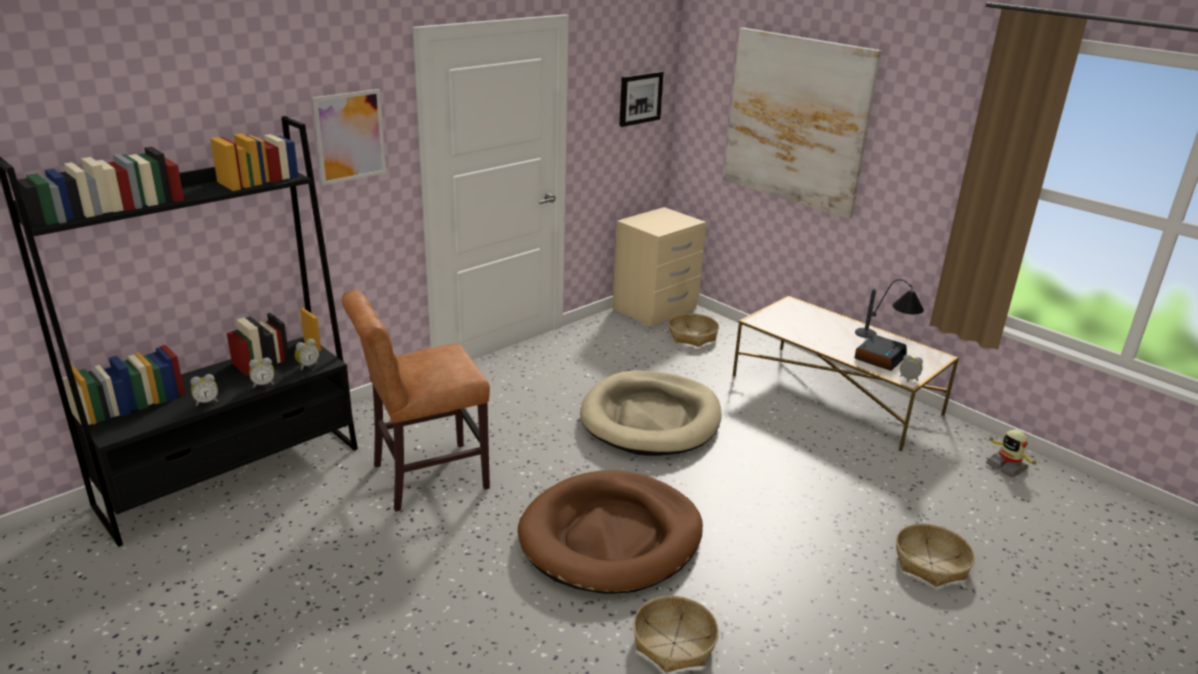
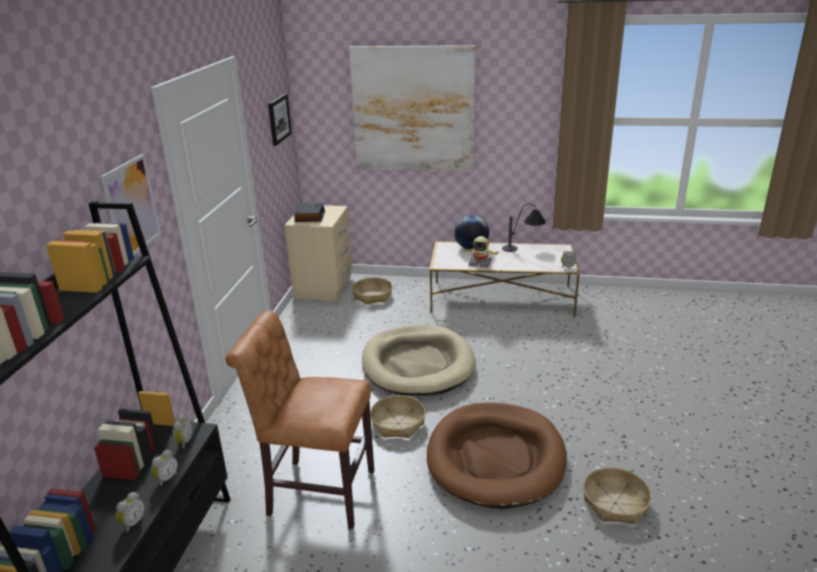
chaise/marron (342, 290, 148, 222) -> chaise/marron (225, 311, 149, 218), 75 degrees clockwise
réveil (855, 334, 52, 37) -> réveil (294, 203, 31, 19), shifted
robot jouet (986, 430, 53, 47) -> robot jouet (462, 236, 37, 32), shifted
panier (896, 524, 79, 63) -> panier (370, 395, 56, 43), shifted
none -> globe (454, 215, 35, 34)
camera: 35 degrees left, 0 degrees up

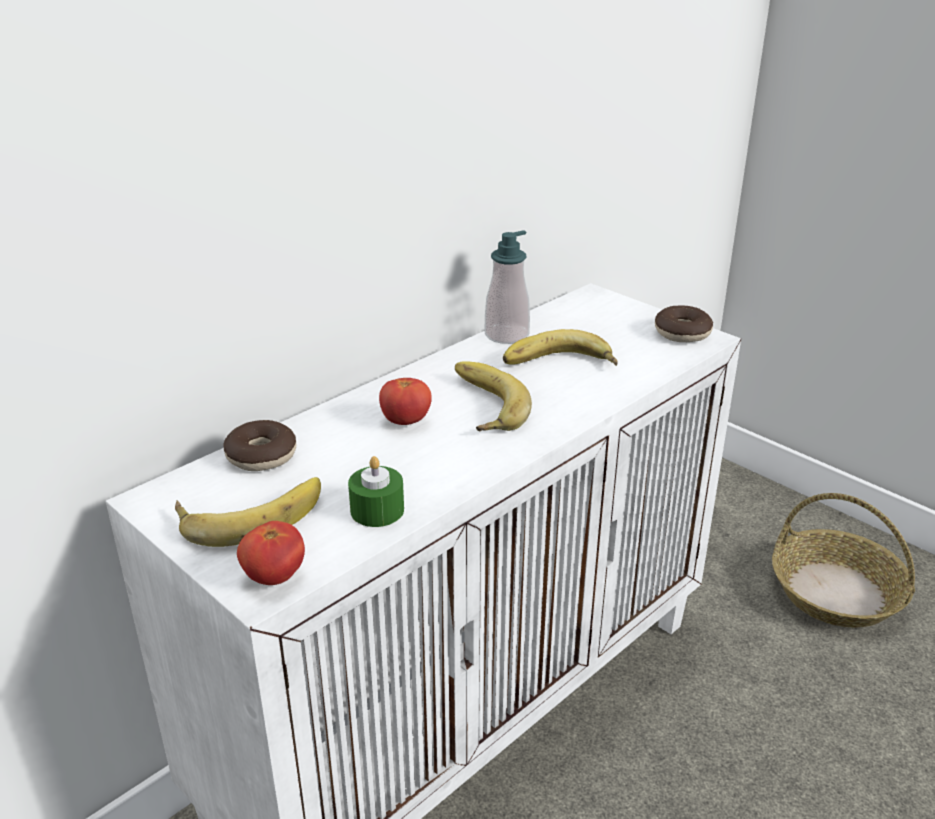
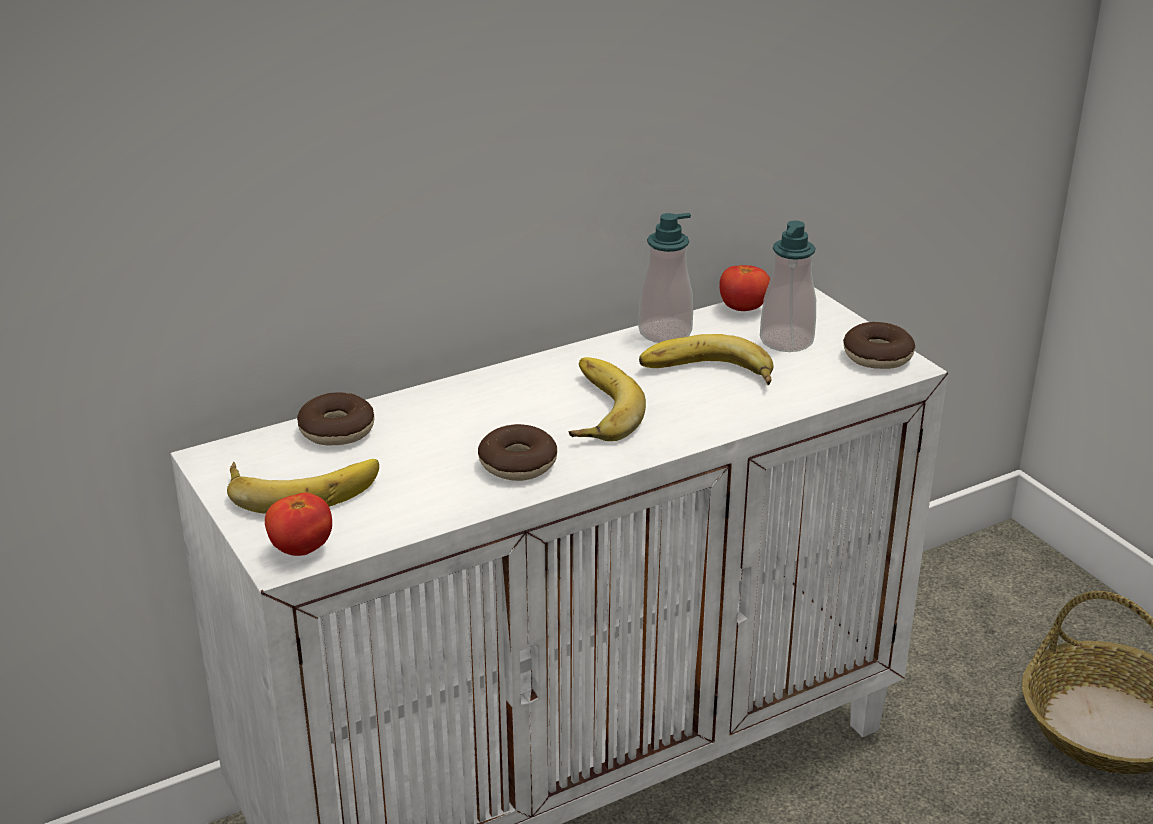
tomate (379, 378, 53, 47) -> tomate (719, 265, 51, 46), shifted
bougie/vert (348, 456, 56, 71) -> none
none -> distributeur de savon (760, 221, 56, 131)
none -> beignet (478, 424, 79, 57)
camera: 15 degrees right, 0 degrees up

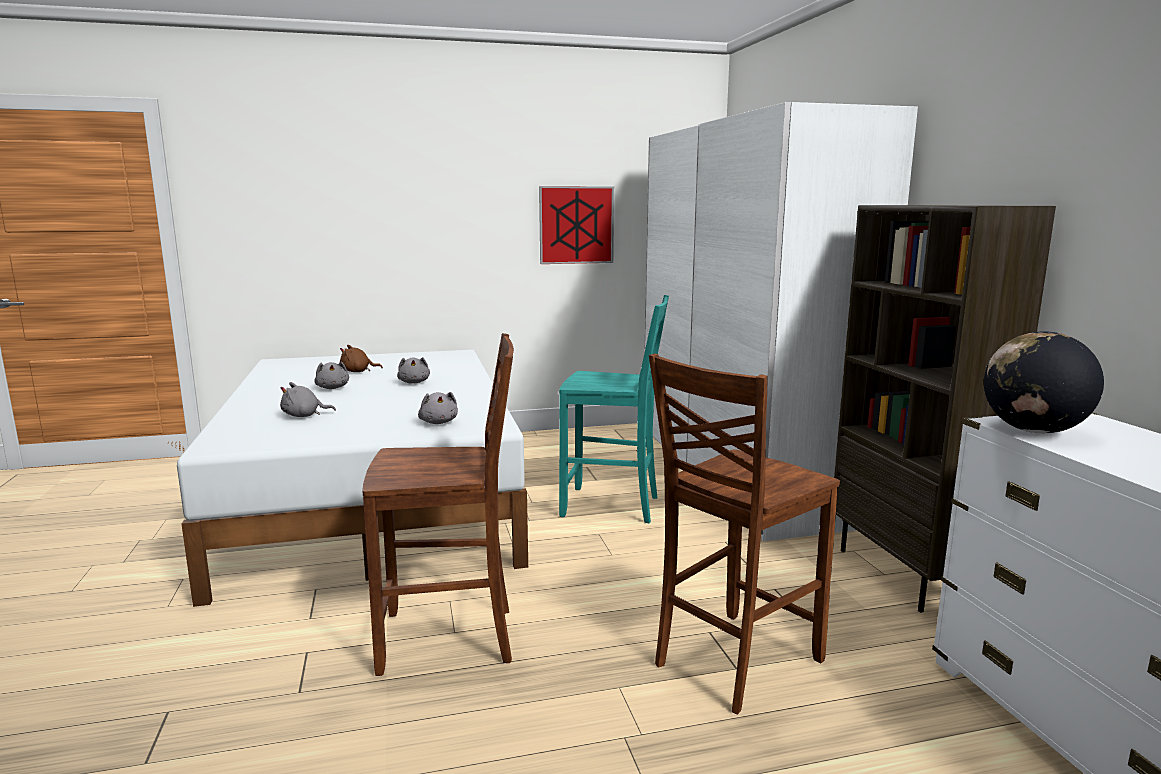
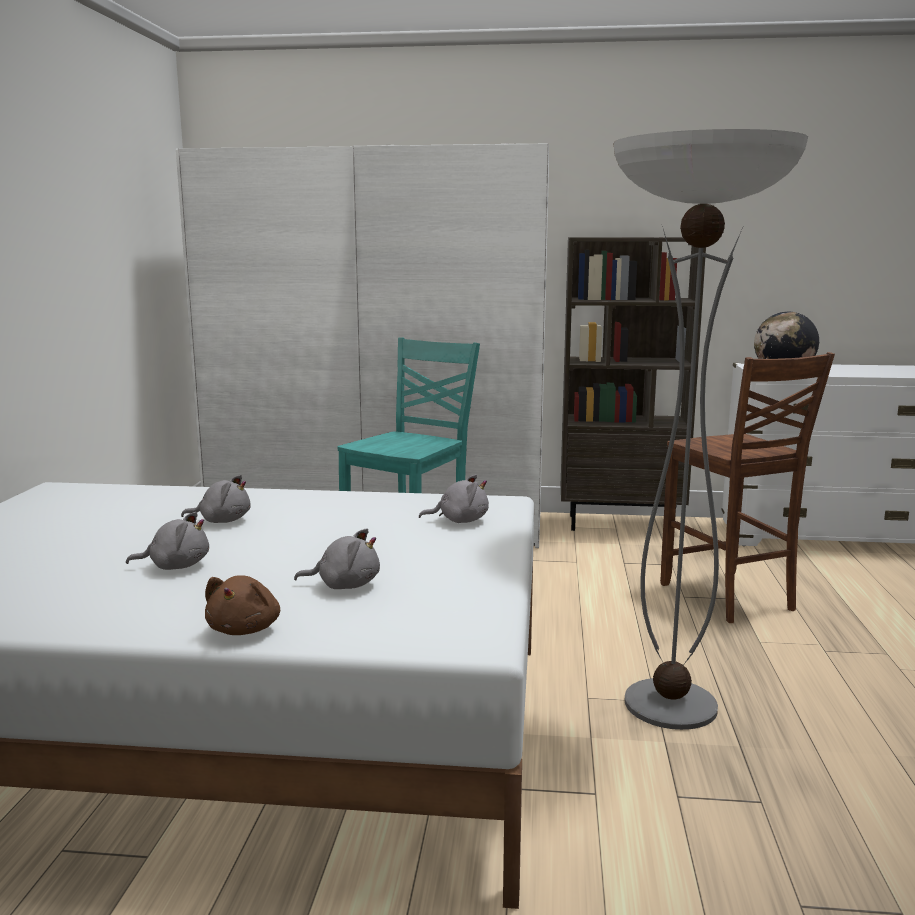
tableau (539, 186, 75, 78) -> none
chaise/marron (362, 333, 152, 343) -> lampadaire (613, 129, 195, 601)
peluche/marron (340, 345, 43, 27) -> peluche/marron (205, 575, 75, 60), shifted
peluche/gris (280, 382, 56, 35) -> peluche/gris (294, 528, 86, 61), 90 degrees counterclockwise
camera: 70 degrees left, 0 degrees up

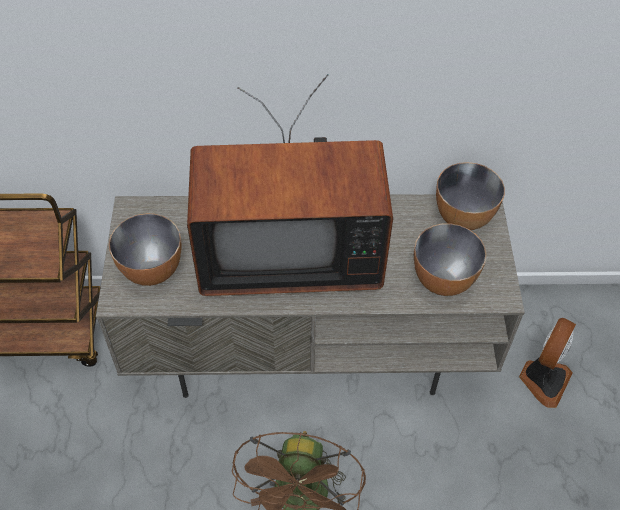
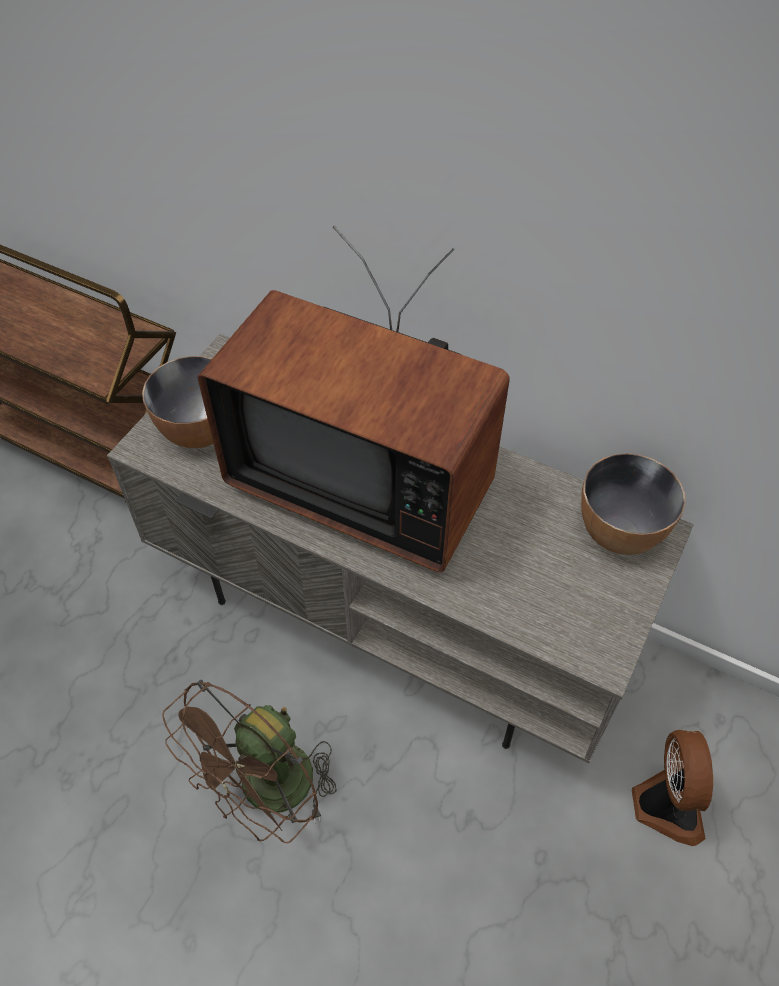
bol (414, 223, 72, 73) -> none
ventilateur (519, 318, 57, 90) -> ventilateur (632, 730, 81, 116), 60 degrees counterclockwise
camera: 30 degrees right, 0 degrees up

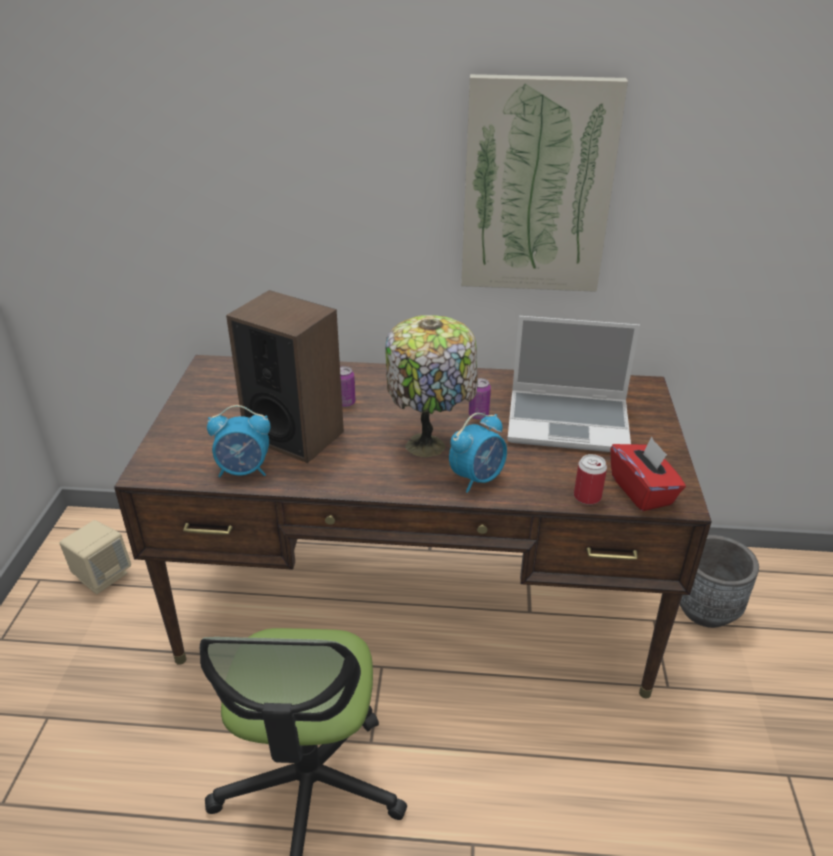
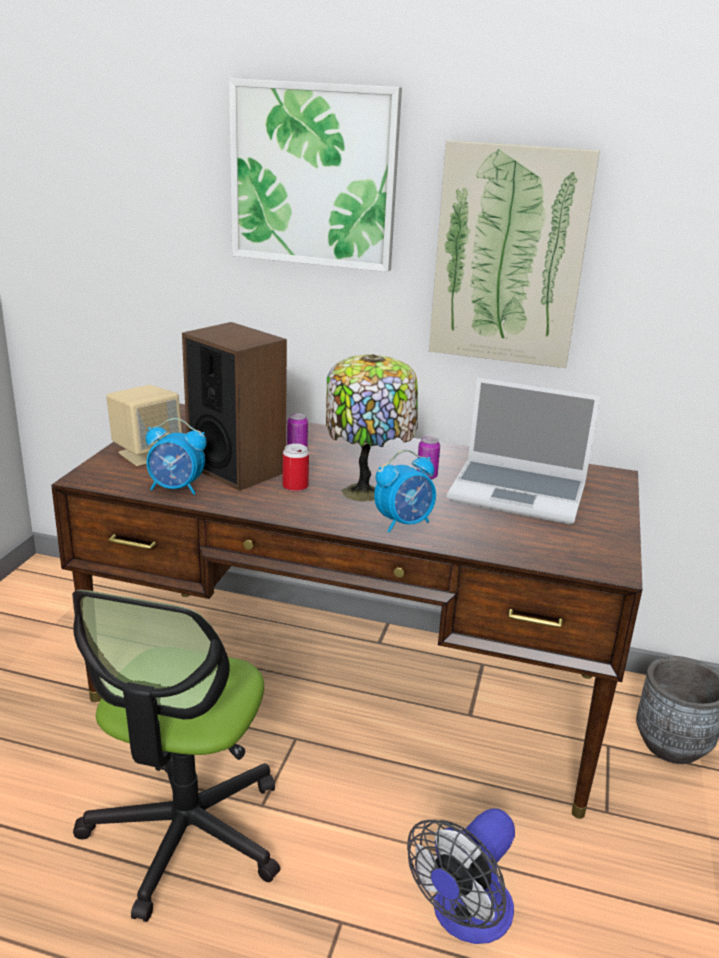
boîte à mouchoirs/rouge (611, 437, 75, 74) -> none
boîte métallique (574, 454, 33, 51) -> boîte métallique (282, 444, 27, 48), shifted
enceinte/beige (59, 520, 72, 74) -> enceinte/beige (106, 385, 76, 81), shifted
none -> tableau (229, 78, 173, 194)
none -> ventilateur (407, 808, 108, 136)
camera: 10 degrees right, 10 degrees down

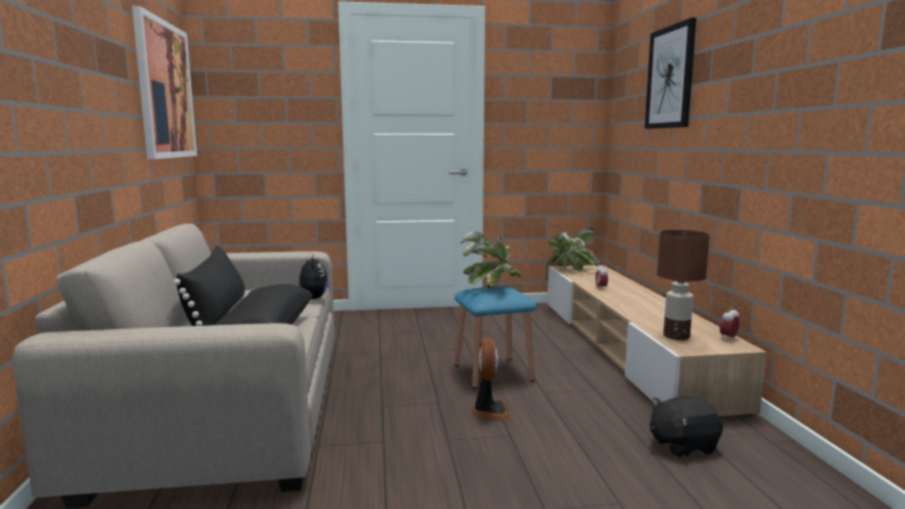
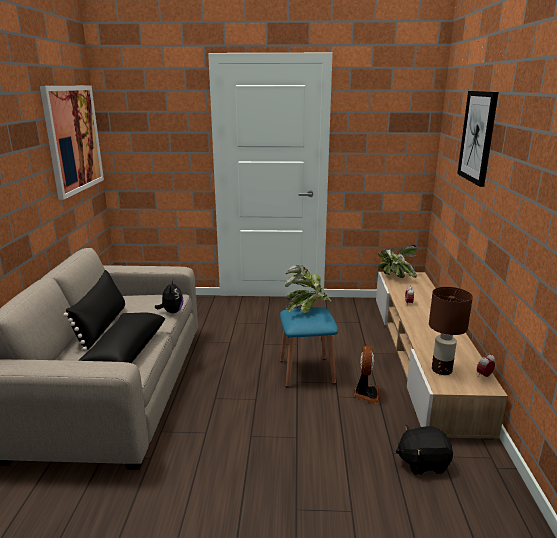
ventilateur (472, 338, 38, 83) -> ventilateur (354, 346, 26, 58), shifted
camera: 10 degrees right, 10 degrees up

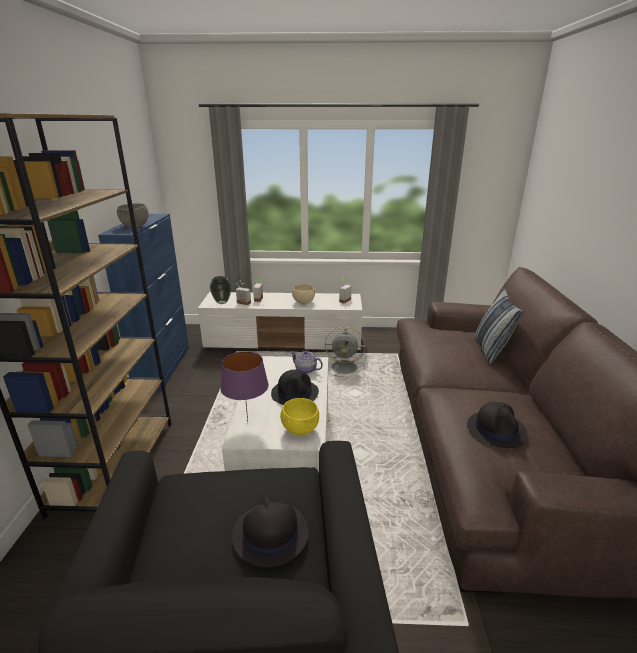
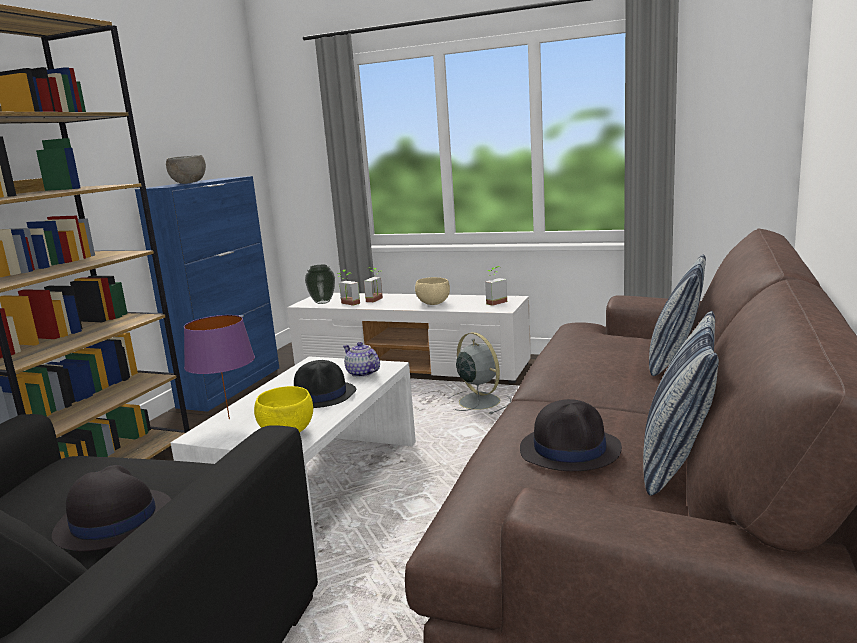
ventilateur/gris (325, 326, 40, 51) -> ventilateur/gris (448, 332, 63, 82), 150 degrees counterclockwise
none -> coussin (643, 311, 76, 185)
camera: 20 degrees right, 10 degrees down

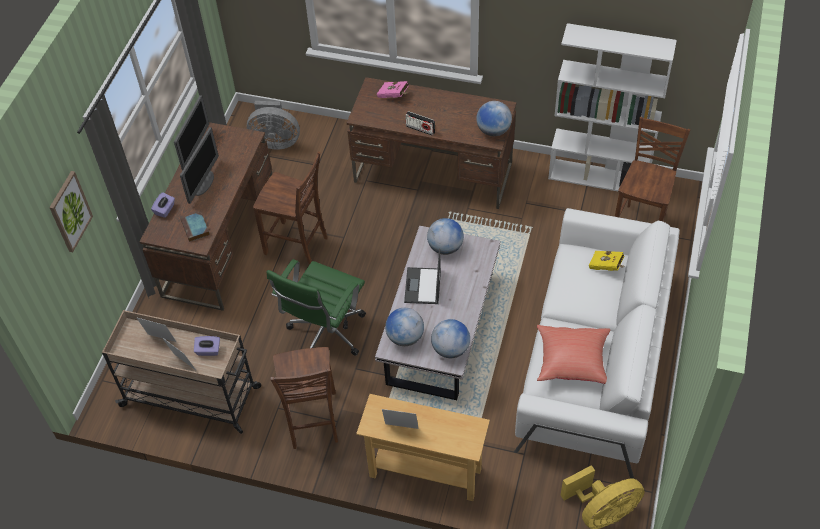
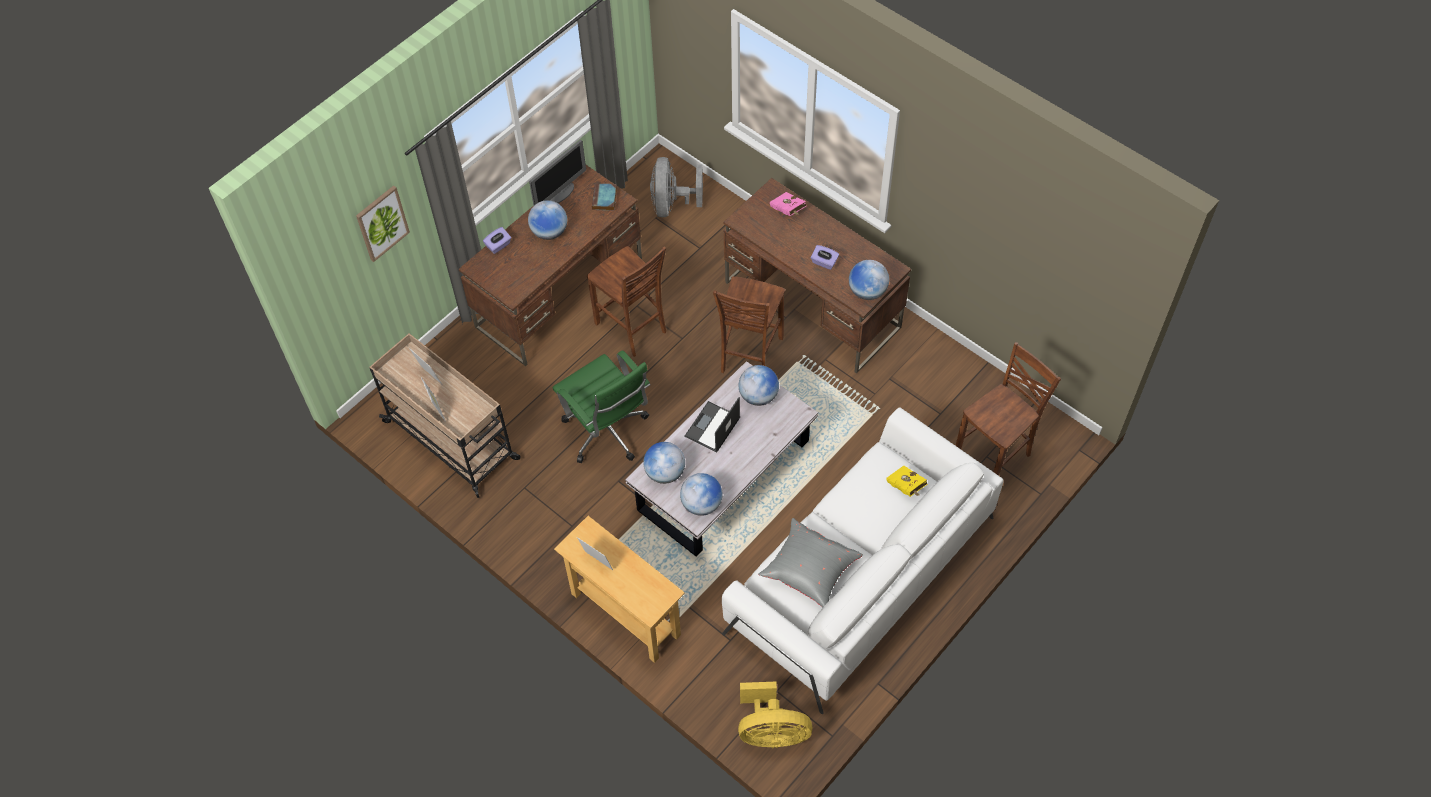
bibliothèque/blanc (548, 23, 129, 168) -> none
ventilateur/gris (247, 101, 53, 48) -> ventilateur/gris (650, 157, 53, 60), 60 degrees clockwise
radio (405, 111, 30, 25) -> none
écran d'ordinateur (180, 127, 39, 77) -> globe (528, 200, 39, 40)
livre (181, 212, 29, 30) -> livre (592, 184, 25, 27), shifted
chaise de bureau/vert (267, 259, 99, 96) -> chaise de bureau/vert (552, 350, 99, 113), 90 degrees counterclockwise
coussin/rouge (537, 325, 73, 59) -> coussin/gris (758, 518, 105, 90)
boîte à mouchoirs/violet (194, 336, 26, 20) -> boîte à mouchoirs/violet (811, 245, 28, 25), shifted
chaise/marron (271, 347, 67, 102) -> chaise/marron (713, 276, 72, 97), shifted
camera: 25 degrees right, 5 degrees up

